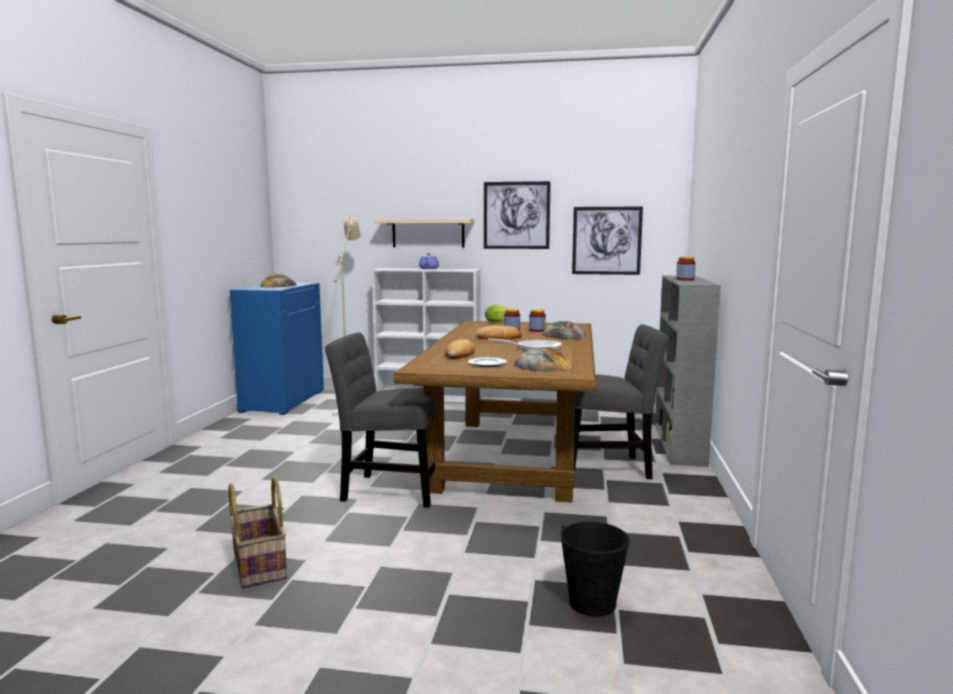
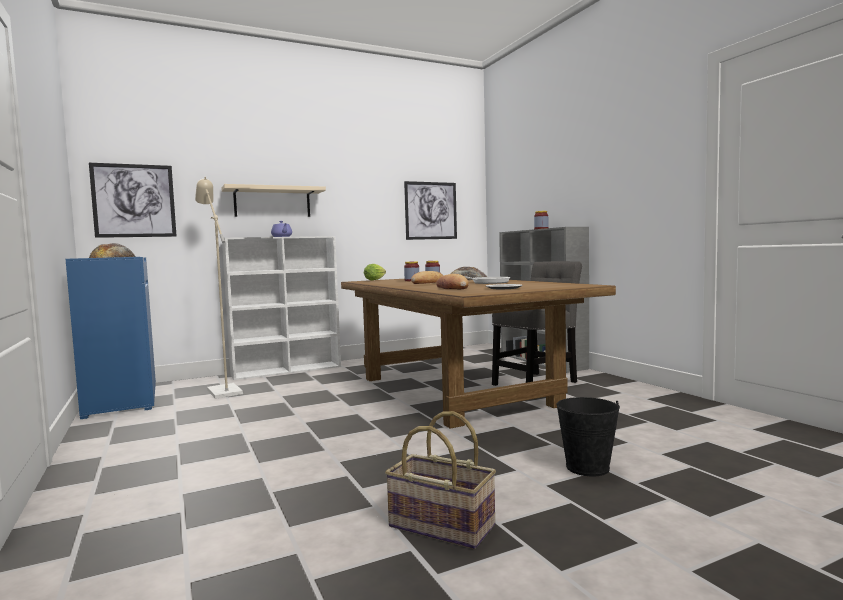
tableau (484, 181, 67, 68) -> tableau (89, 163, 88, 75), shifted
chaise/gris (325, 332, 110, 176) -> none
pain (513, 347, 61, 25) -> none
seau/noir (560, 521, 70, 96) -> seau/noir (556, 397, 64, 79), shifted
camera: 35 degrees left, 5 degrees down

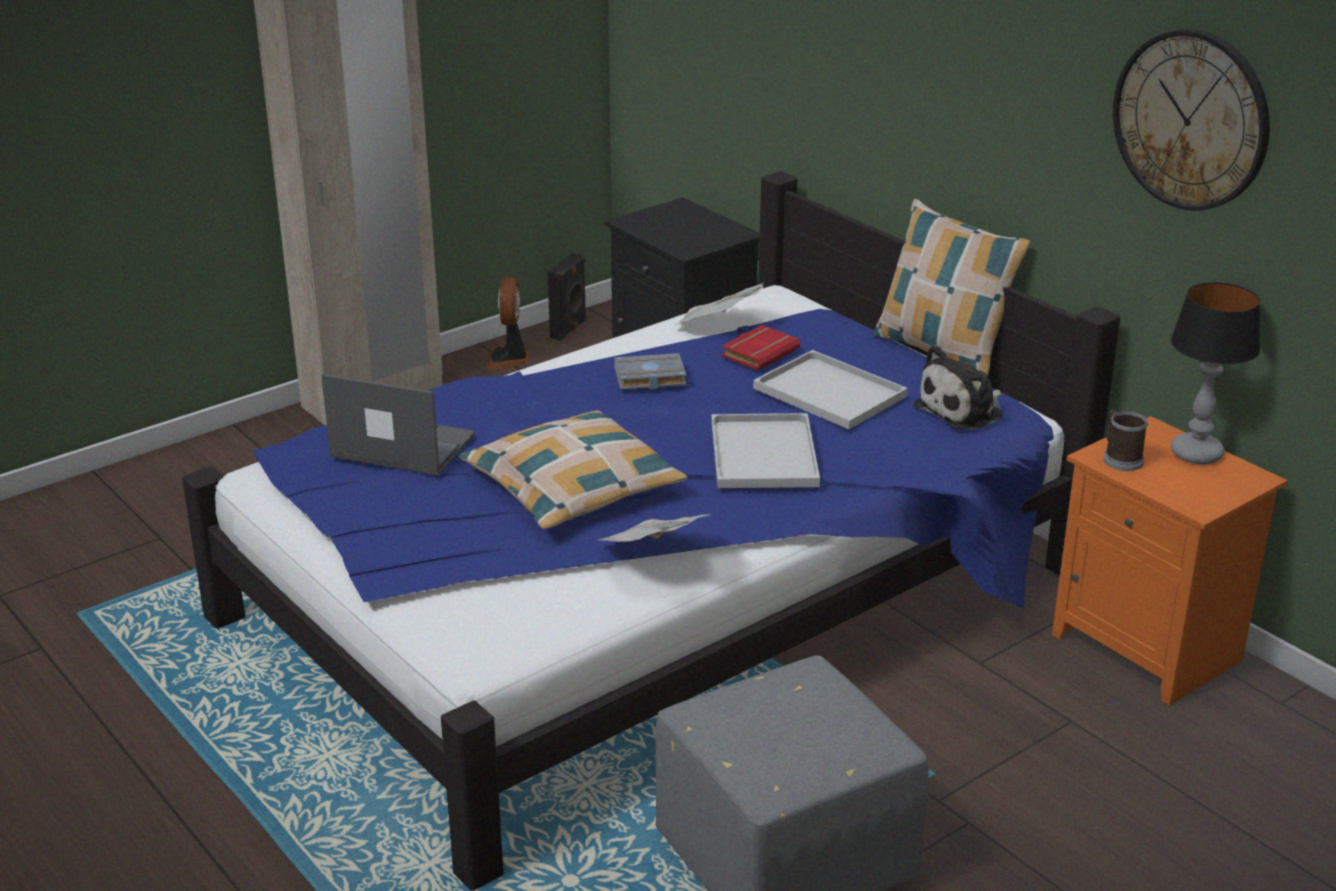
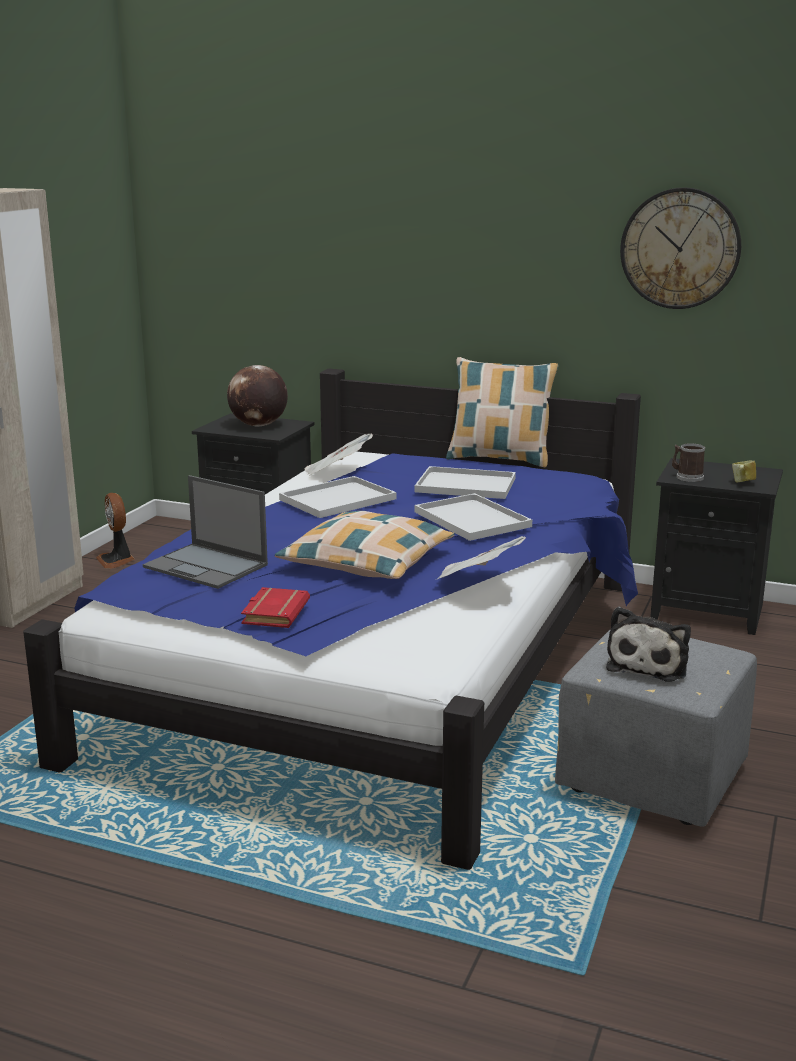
enceinte/noir (548, 253, 39, 88) -> none
lampe de table (1171, 282, 89, 182) -> none
livre/rouge (721, 325, 79, 45) -> livre/rouge (241, 587, 69, 41), shifted
peluche (914, 345, 89, 85) -> peluche (606, 607, 85, 74), shifted
livre/gris (614, 353, 72, 37) -> plateau/blanc (279, 476, 117, 42)
ordinateur portable (321, 374, 154, 102) -> ordinateur portable (143, 475, 125, 114), 135 degrees counterclockwise
table de chevet/orange (1052, 416, 236, 290) -> table de chevet/noir (650, 458, 133, 177)
none -> globe (227, 365, 61, 61)
none -> mug (732, 461, 24, 22)
camera: 30 degrees left, 10 degrees down

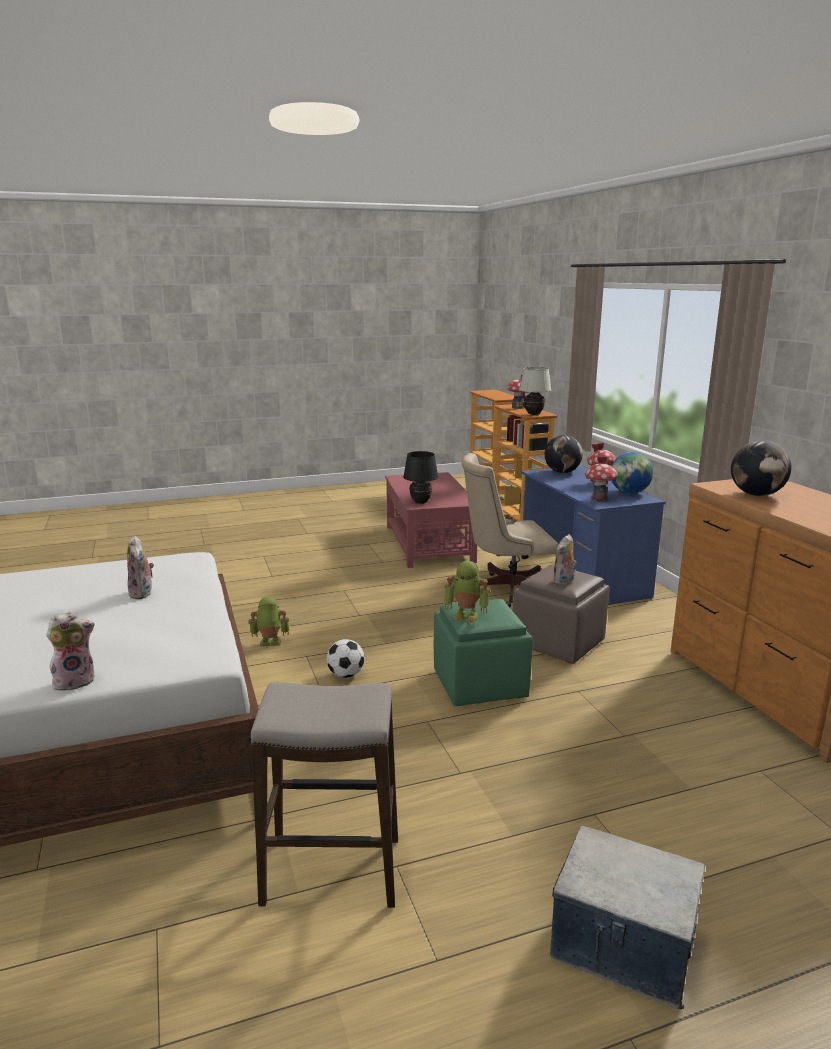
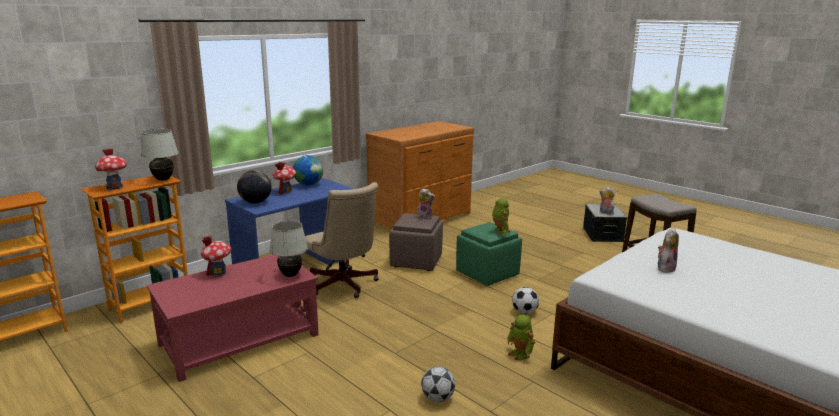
globe (731, 440, 61, 56) -> none
lampe de table/noir (403, 451, 35, 53) -> lampe de table/blanc (269, 221, 39, 56)
maison miniature (585, 456, 33, 46) -> maison miniature (201, 235, 30, 42), shifted
peluche (46, 612, 49, 78) -> peluche (600, 187, 15, 28), shifted
none -> ballon de foot (421, 367, 34, 35)
camera: 115 degrees left, 0 degrees up

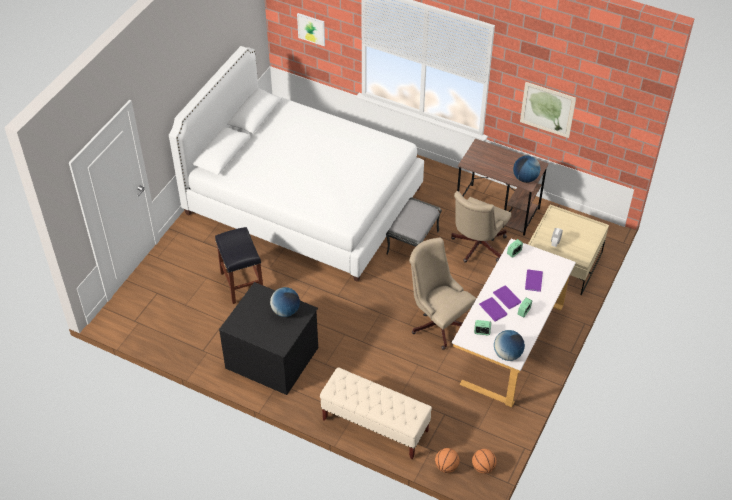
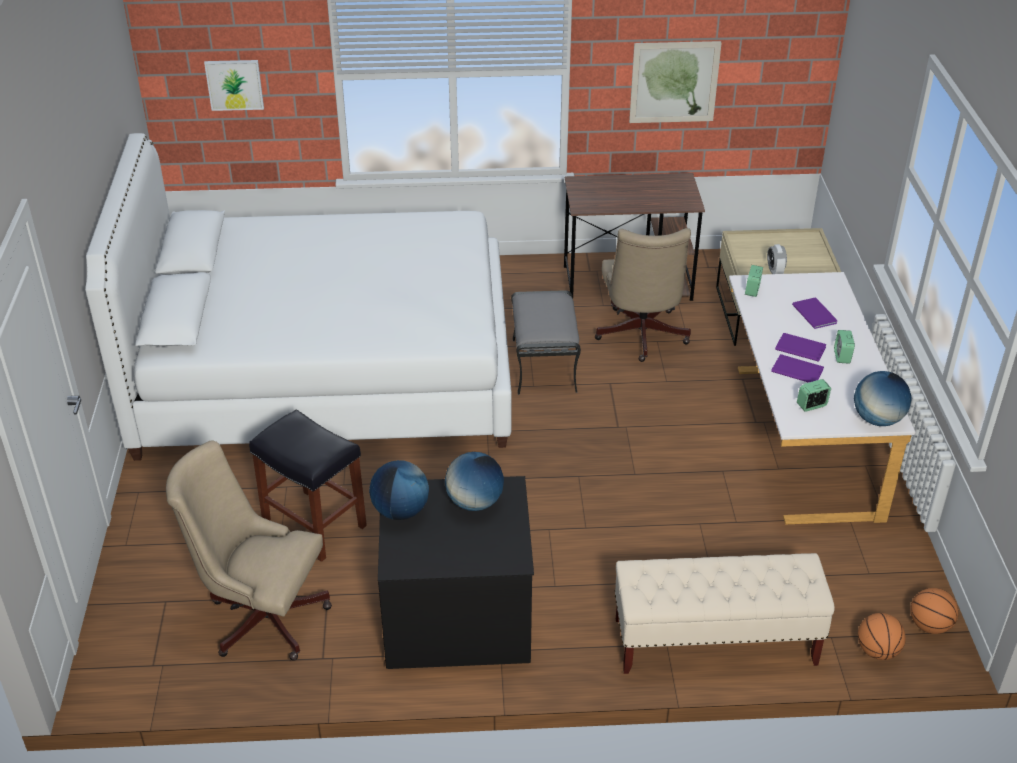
globe (513, 156, 28, 27) -> globe (369, 460, 60, 60), shifted
chaise de bureau/beige (409, 238, 68, 112) -> chaise de bureau/beige (166, 440, 166, 221), shifted
camera: 30 degrees left, 10 degrees down

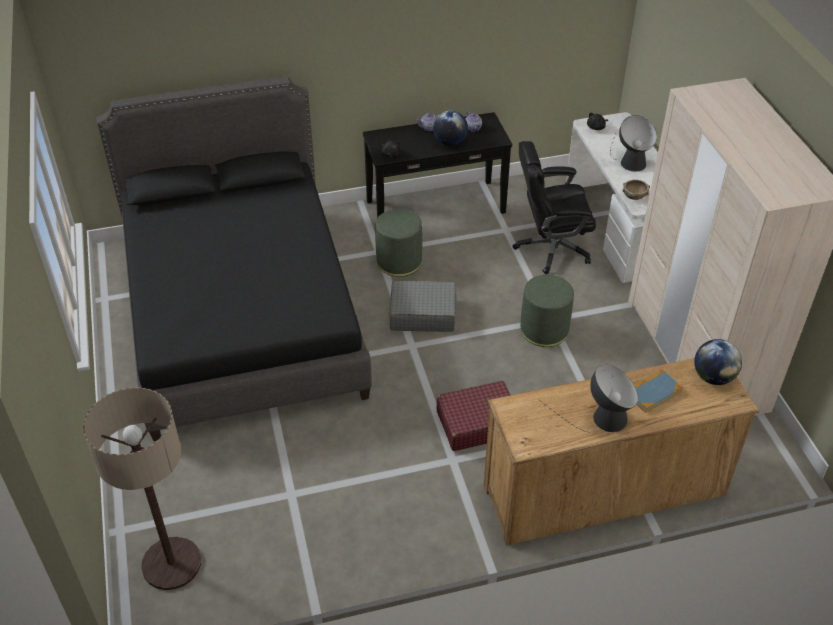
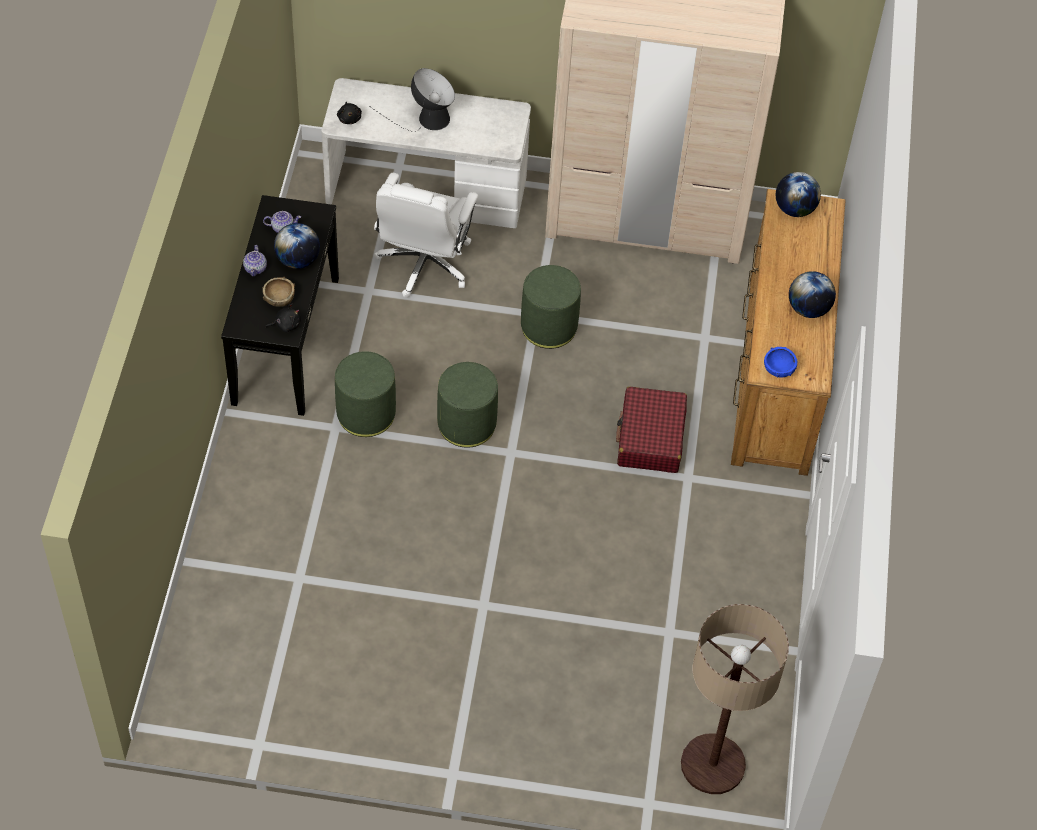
lit/noir (96, 77, 276, 364) -> none
chaise de bureau/noir (513, 141, 83, 133) -> chaise de bureau/blanc (374, 173, 104, 125)
bol/marron (623, 180, 27, 20) -> bol/marron (262, 277, 33, 30), shifted
valise/gris (390, 281, 66, 51) -> pouf/vert (437, 362, 61, 86)
lampe de table (538, 364, 100, 68) -> globe (789, 271, 47, 47)
livre (634, 369, 49, 44) -> none
none -> bol/bleu (764, 347, 33, 31)
camera: 70 degrees left, 10 degrees up

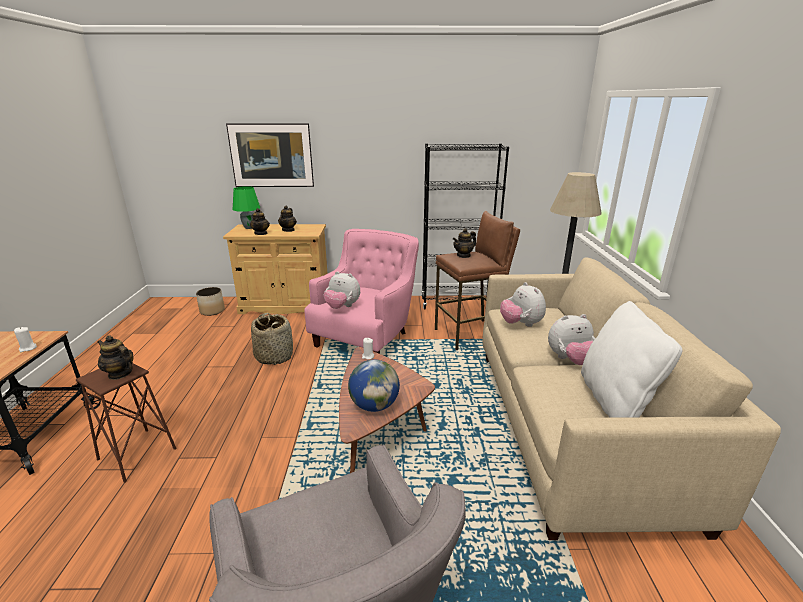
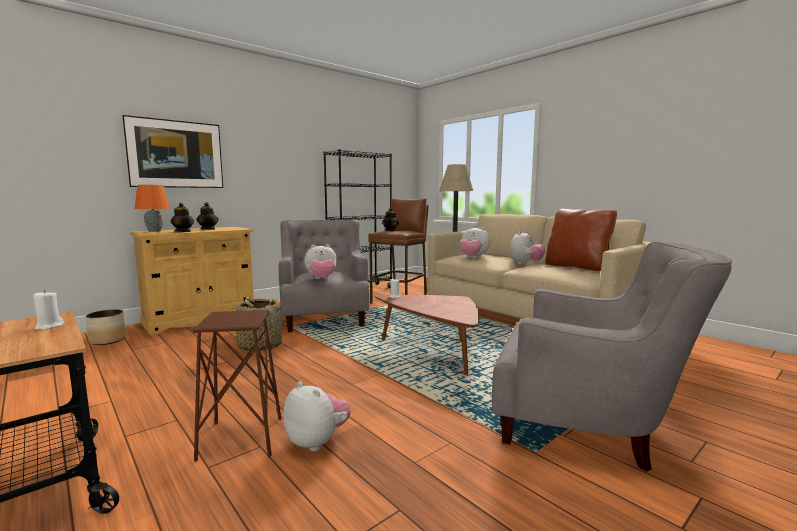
lampe de table/vert (233, 186, 27, 43) -> lampe de table/orange (135, 185, 35, 47)
fauteuil/rose (304, 229, 115, 125) -> fauteuil/gris (279, 219, 90, 113)
coussin/blanc (581, 301, 101, 117) -> coussin/marron (545, 208, 72, 63)
théière (97, 335, 37, 45) -> none
globe (348, 359, 52, 53) -> none
none -> peluche (283, 381, 68, 71)
camera: 40 degrees left, 15 degrees down

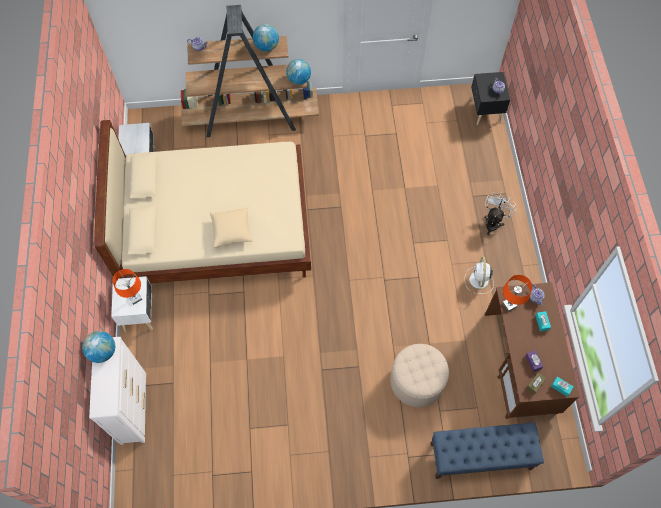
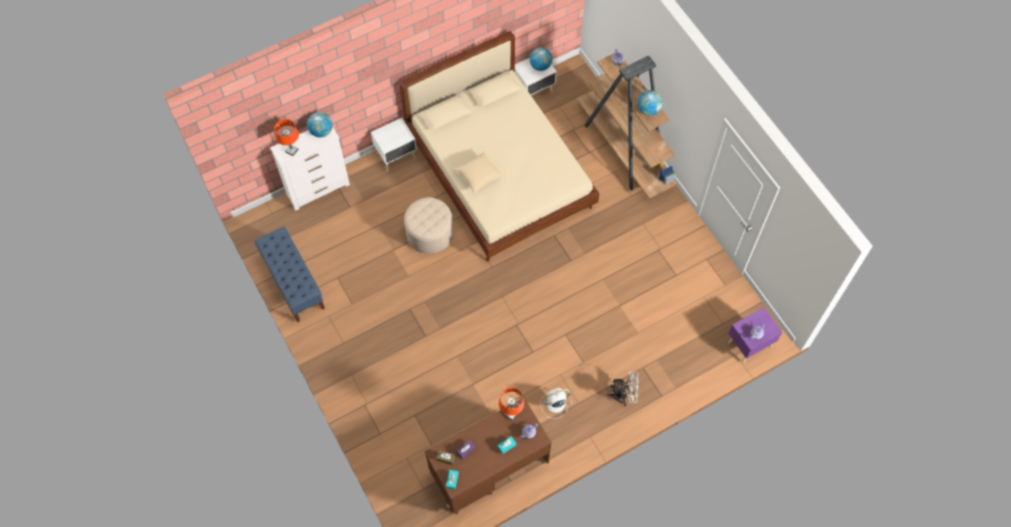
globe (286, 59, 25, 26) -> globe (529, 47, 24, 24), shifted
table de chevet/noir (471, 72, 39, 53) -> table de chevet/violet (728, 307, 54, 57)
lampe de table/orange (113, 269, 29, 36) -> lampe de table/orange (274, 119, 25, 37), shifted
pouf/beige (390, 344, 59, 63) -> pouf/beige (404, 197, 50, 57), shifted
banc/bleu (430, 423, 114, 56) -> banc/bleu (254, 227, 71, 95), shifted
camera: 65 degrees right, 0 degrees up

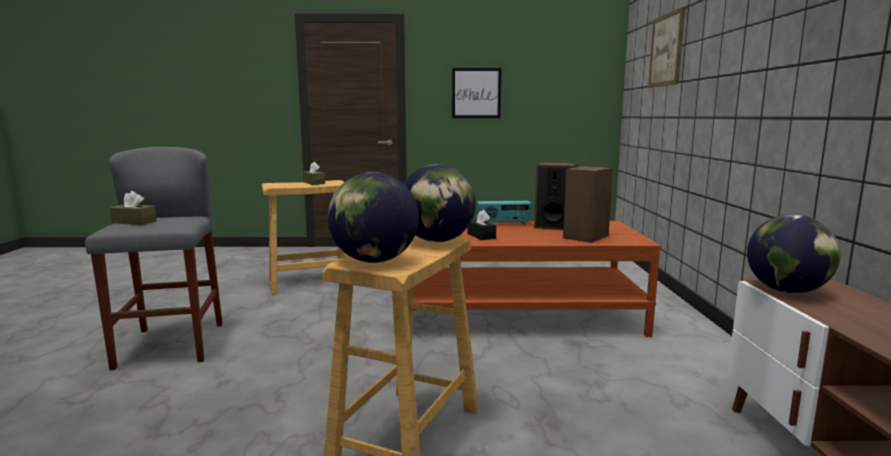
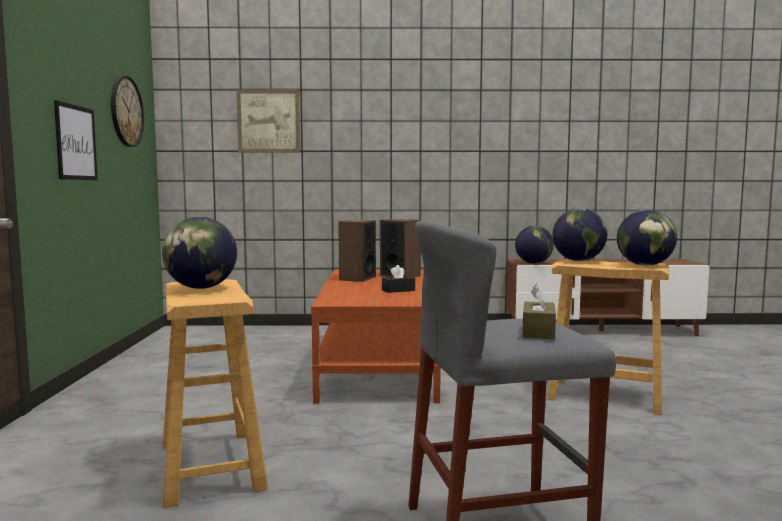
boîte à mouchoirs/marron (303, 162, 22, 23) -> globe (162, 217, 75, 72)
radio (477, 201, 55, 24) -> none
none -> horloge murale (111, 76, 33, 71)
camera: 90 degrees left, 5 degrees down

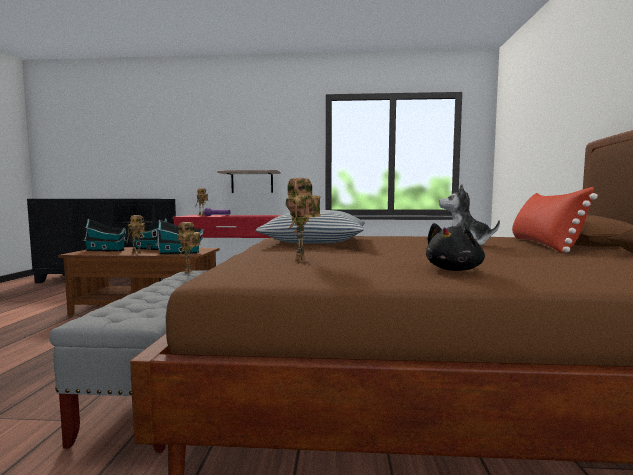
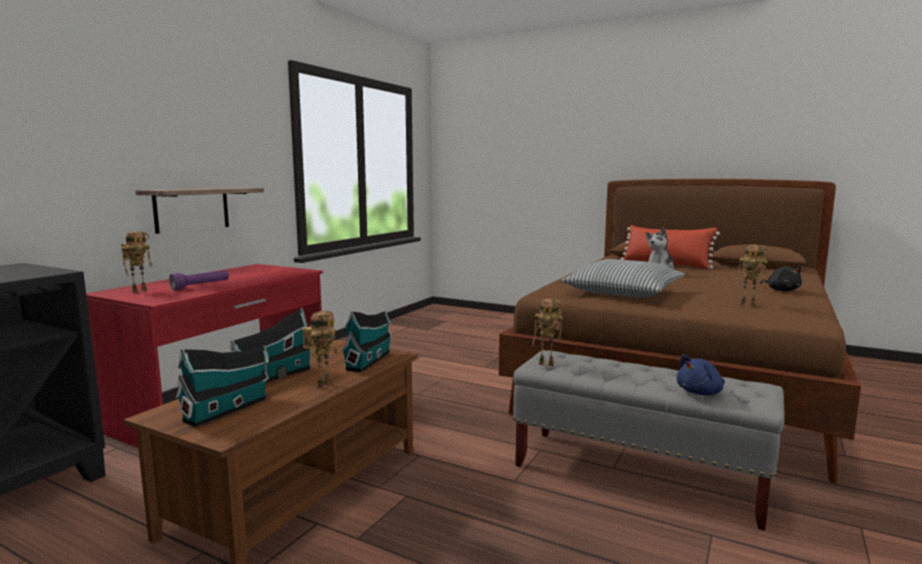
none -> peluche/bleu (677, 354, 48, 41)
camera: 65 degrees left, 5 degrees up

